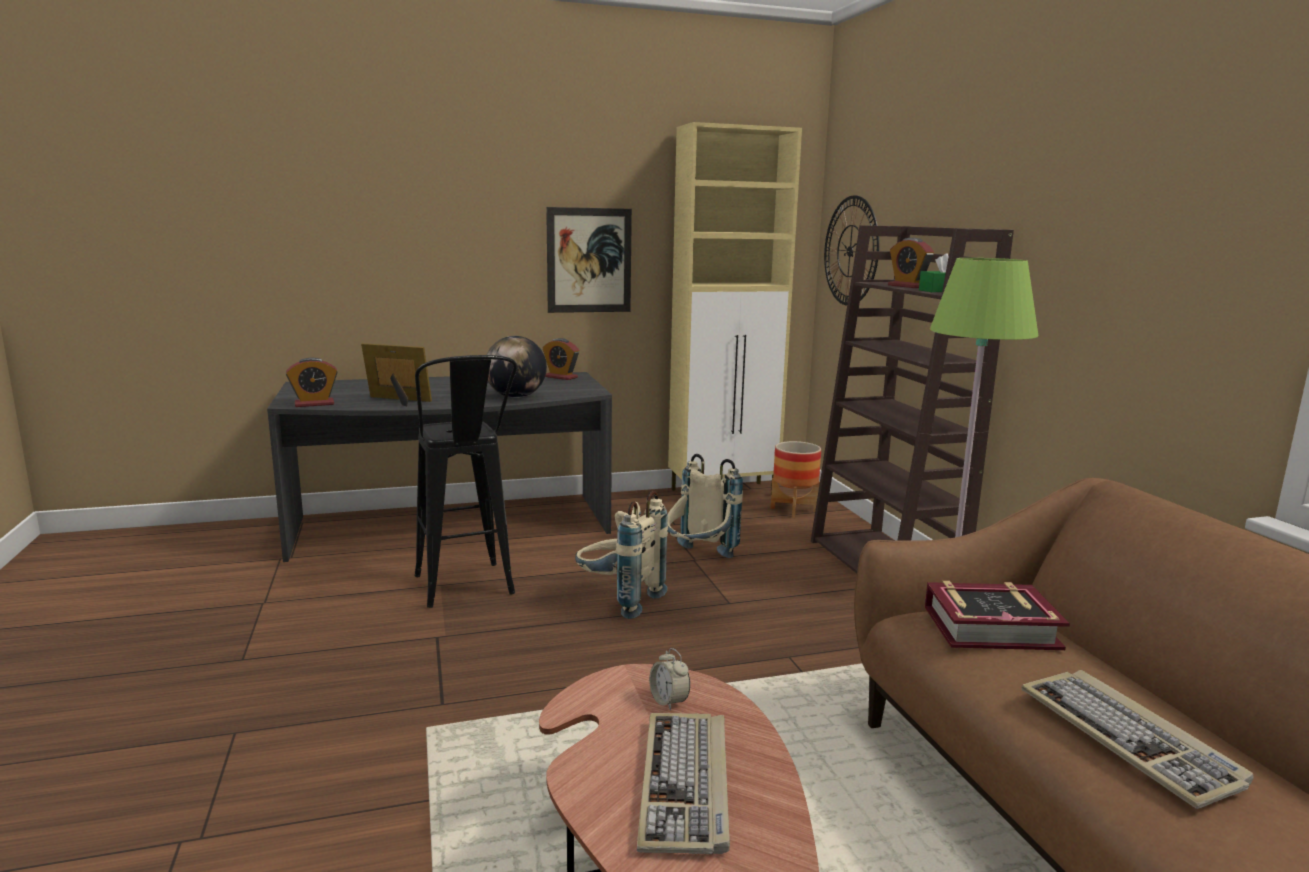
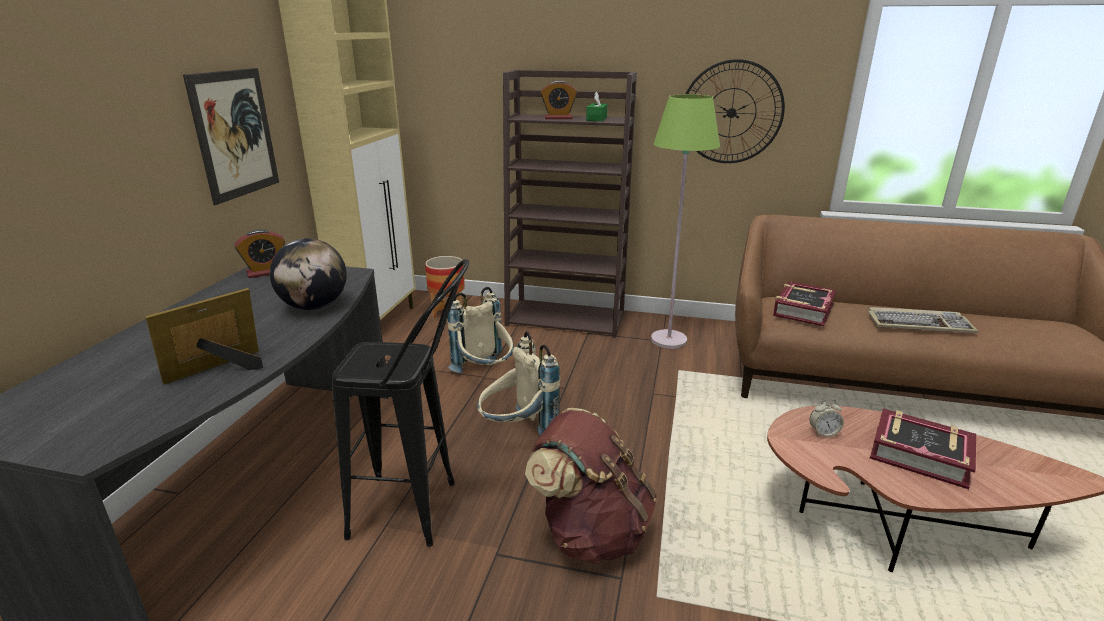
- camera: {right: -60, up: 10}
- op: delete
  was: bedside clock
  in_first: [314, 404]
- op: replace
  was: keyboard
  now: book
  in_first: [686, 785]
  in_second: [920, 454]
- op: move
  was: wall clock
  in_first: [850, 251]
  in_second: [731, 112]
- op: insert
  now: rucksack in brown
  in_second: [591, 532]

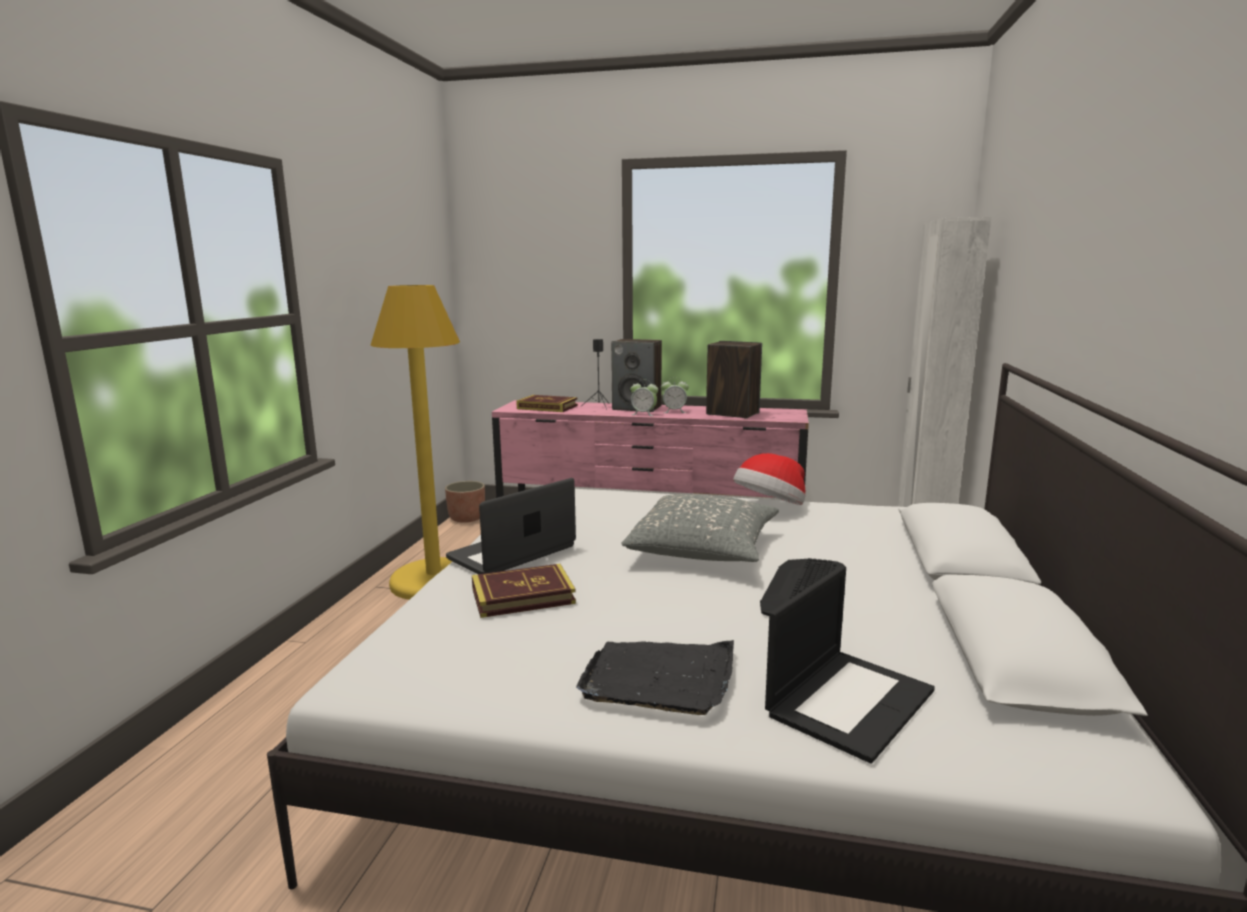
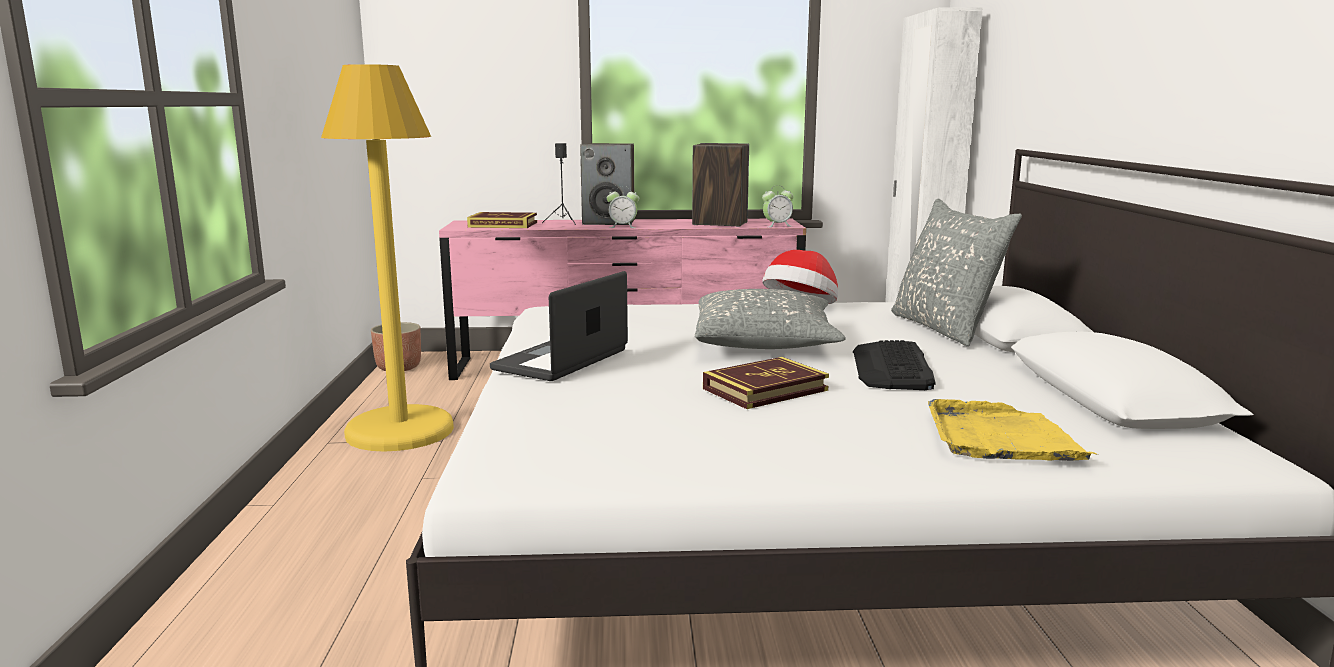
- camera: {right: -15, up: 0}
- op: move
  was: book
  in_first: [523, 596]
  in_second: [765, 389]
- op: delete
  was: tray in blackish
  in_first: [660, 679]
- op: move
  was: bedside clock
  in_first: [674, 411]
  in_second: [777, 225]
- op: replace
  was: laptop
  now: tray in yellow
  in_first: [849, 701]
  in_second: [1000, 438]
- op: insert
  now: cushion in gray
  in_second: [945, 328]

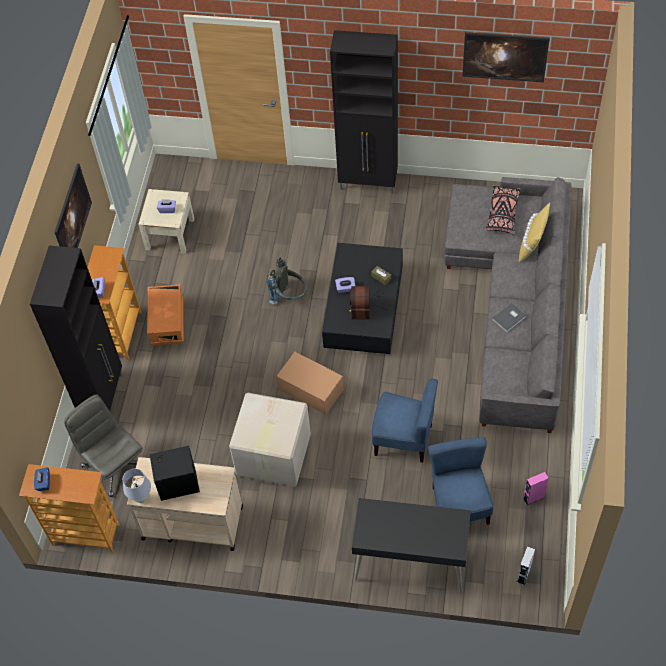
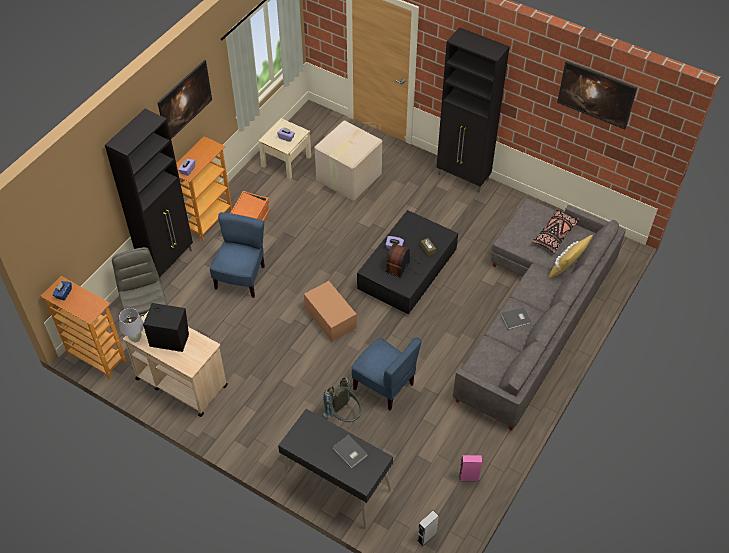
- camera: {right: 20, up: -5}
- op: move
  was: packing box
  in_first: [272, 455]
  in_second: [347, 177]
- op: move
  was: rucksack in gray
  in_first: [289, 296]
  in_second: [344, 415]
- op: move
  was: chair in blue
  in_first: [459, 505]
  in_second: [241, 278]
- op: insert
  now: book in gray
  in_second: [349, 452]

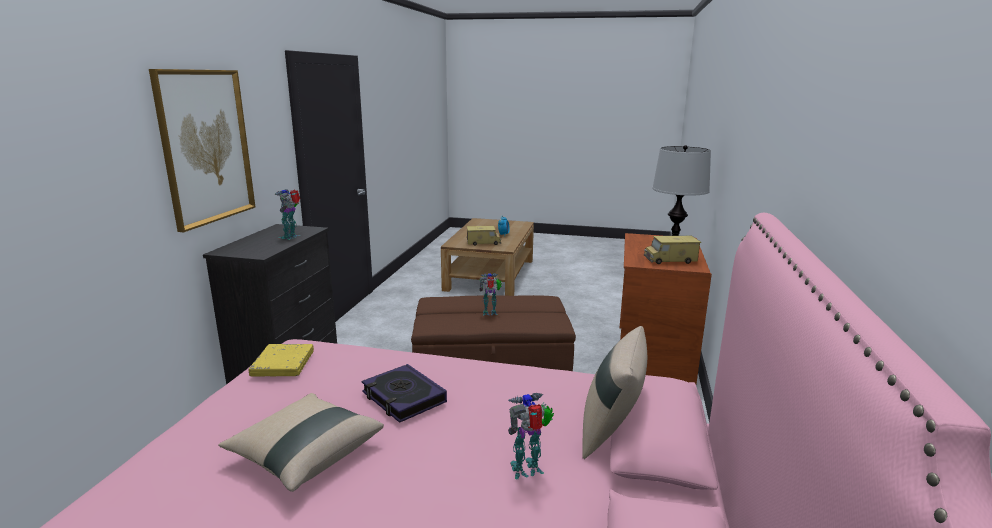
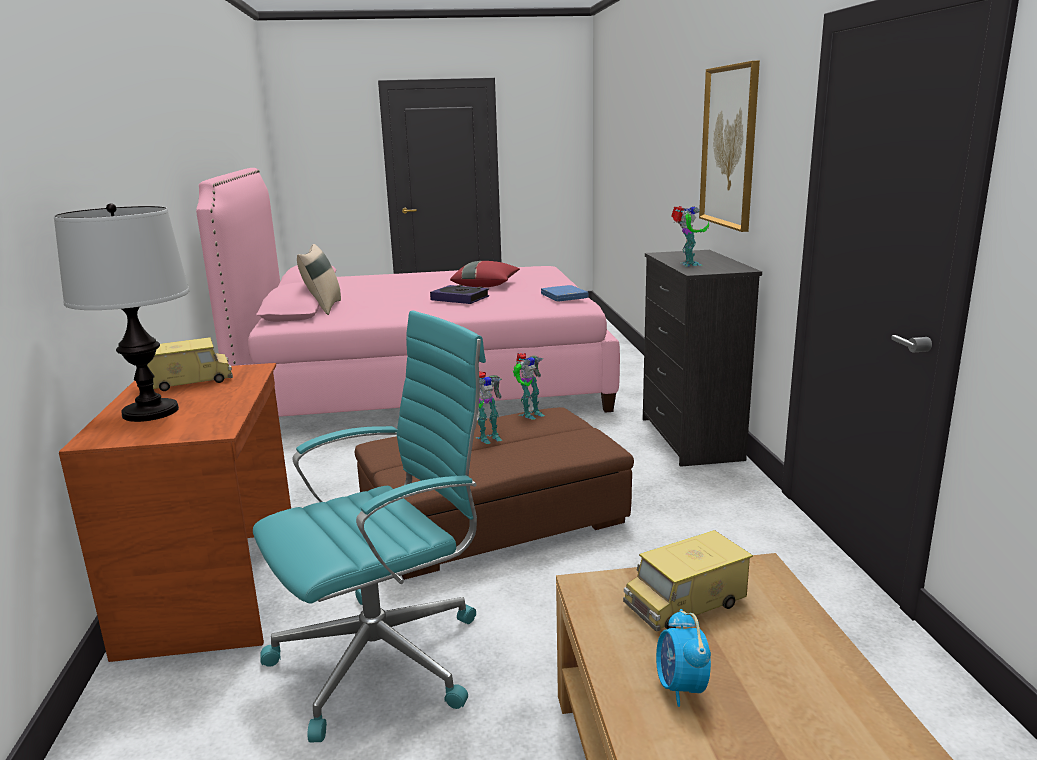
- camera: {right: 160, up: 0}
- op: recolor
  was: cushion in sand-coloured
  now: cushion in red-coloured
  in_first: [305, 455]
  in_second: [486, 286]
- op: recolor
  was: book in yellow
  now: book in blue
  in_first: [283, 364]
  in_second: [564, 297]
- op: move
  was: robot figure
  in_first: [528, 470]
  in_second: [529, 414]
- op: insert
  now: desk chair in turquoise
  in_second: [386, 658]

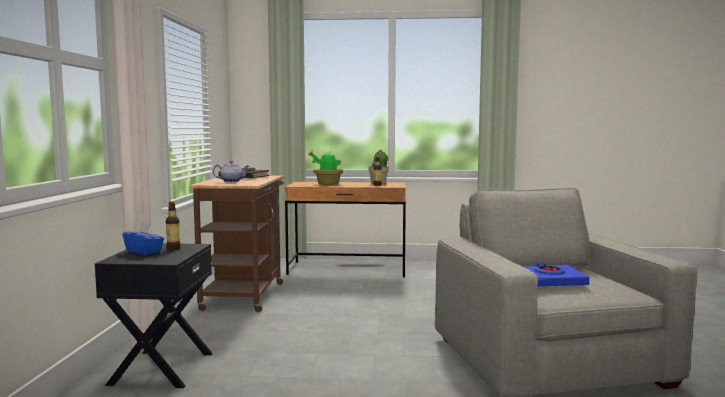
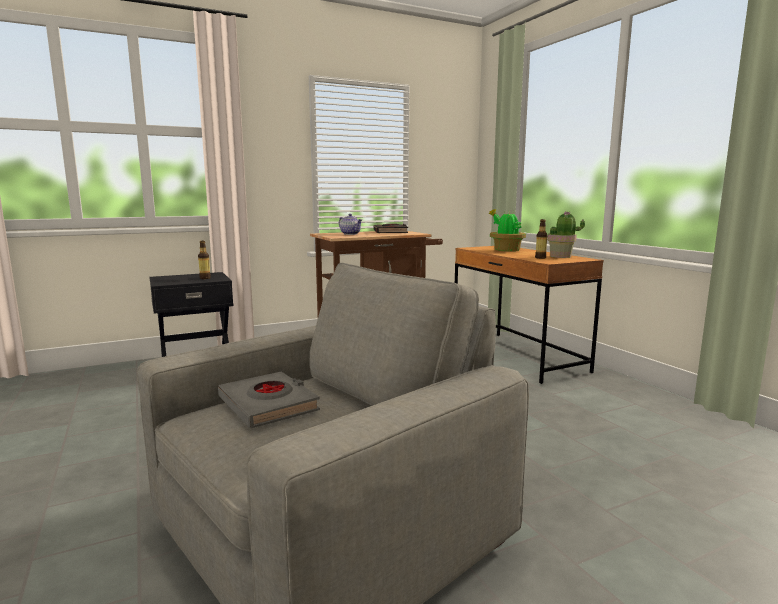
- camera: {right: 60, up: 5}
- op: delete
  was: box of tissues in blue
  in_first: [144, 252]
- op: recolor
  was: book in blue
  now: book in gray
  in_first: [549, 281]
  in_second: [268, 405]

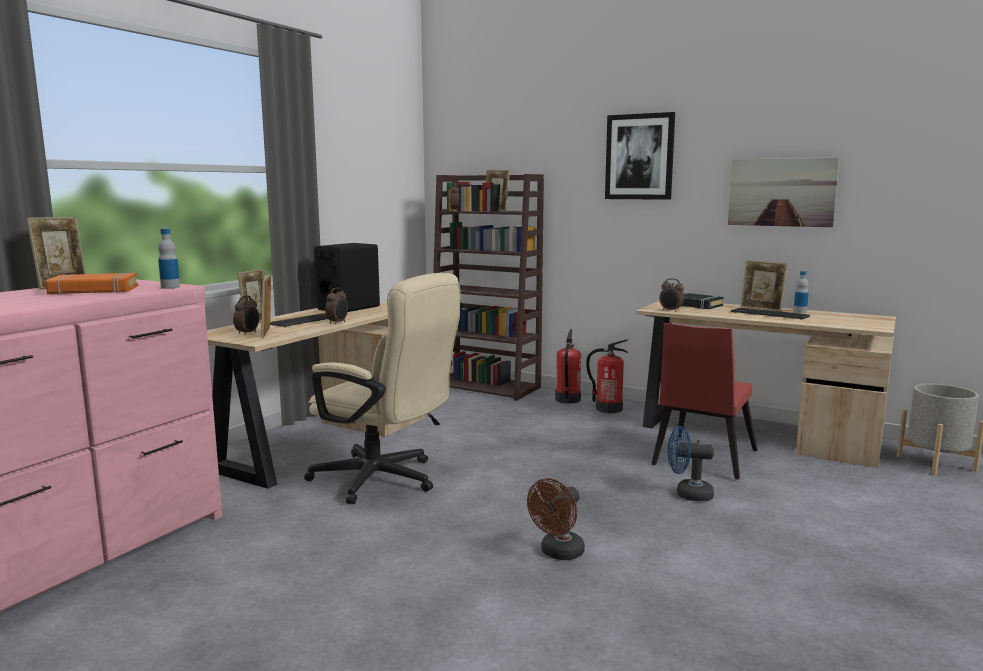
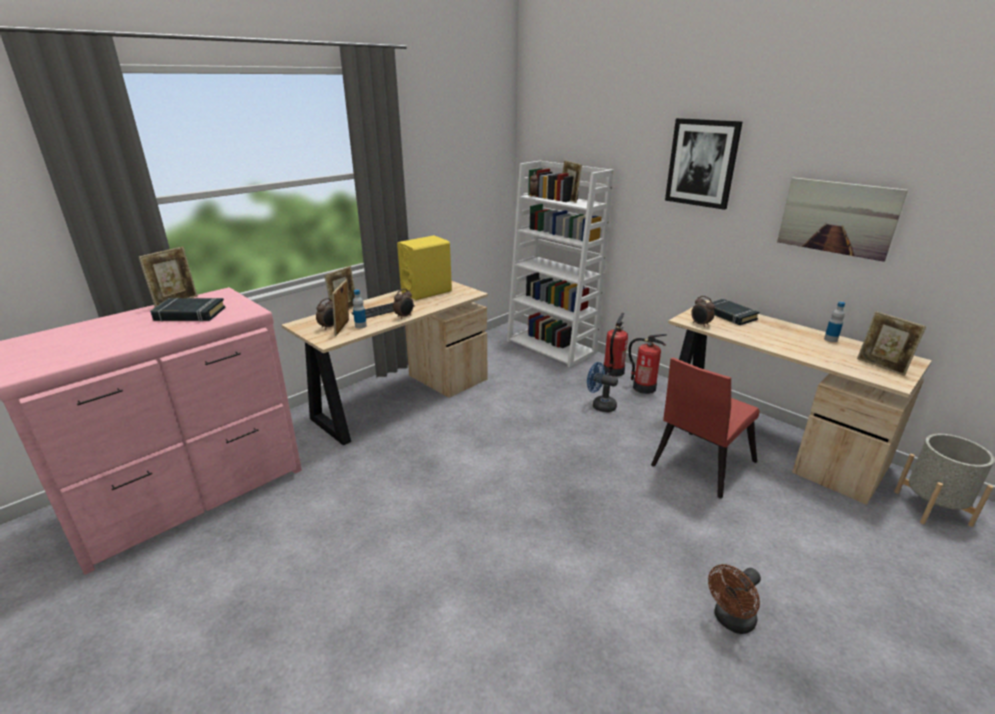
- camera: {right: 15, up: 15}
- op: recolor
  was: book in orange
  now: book in blackish
  in_first: [94, 290]
  in_second: [190, 314]
- op: move
  was: drink bottle
  in_first: [170, 287]
  in_second: [360, 326]
- op: delete
  was: desk chair in sand-coloured
  in_first: [385, 481]
- op: recolor
  was: audio speaker in blackish
  now: audio speaker in yellow
  in_first: [349, 308]
  in_second: [426, 292]
- op: recolor
  was: bookcase in brown
  now: bookcase in white-coloured
  in_first: [486, 387]
  in_second: [552, 347]
- op: move
  was: cooling fan in brown
  in_first: [558, 553]
  in_second: [730, 621]
- op: move
  was: cooling fan in blue
  in_first: [688, 494]
  in_second: [600, 405]
- op: delete
  was: keyboard
  in_first: [770, 314]
- op: move
  was: picture frame
  in_first: [761, 309]
  in_second: [881, 366]

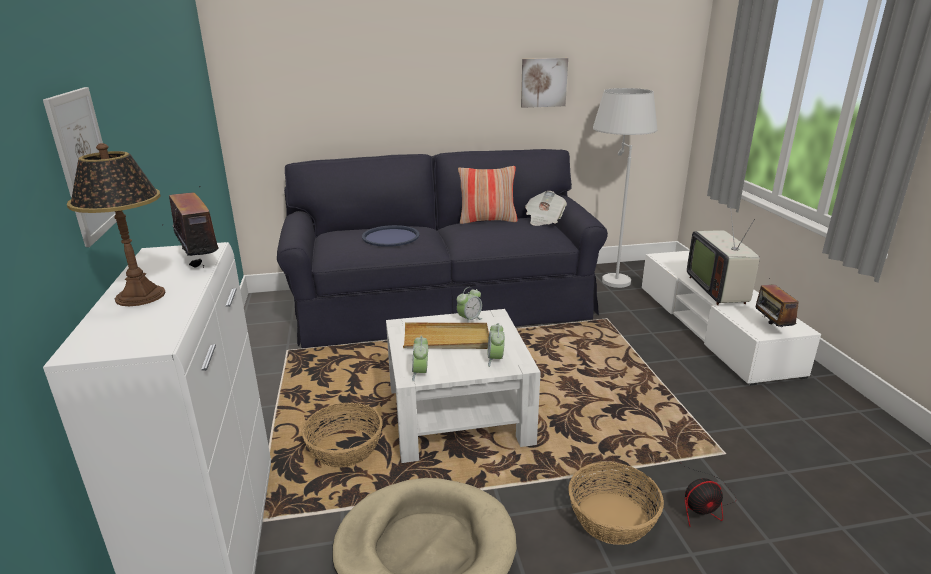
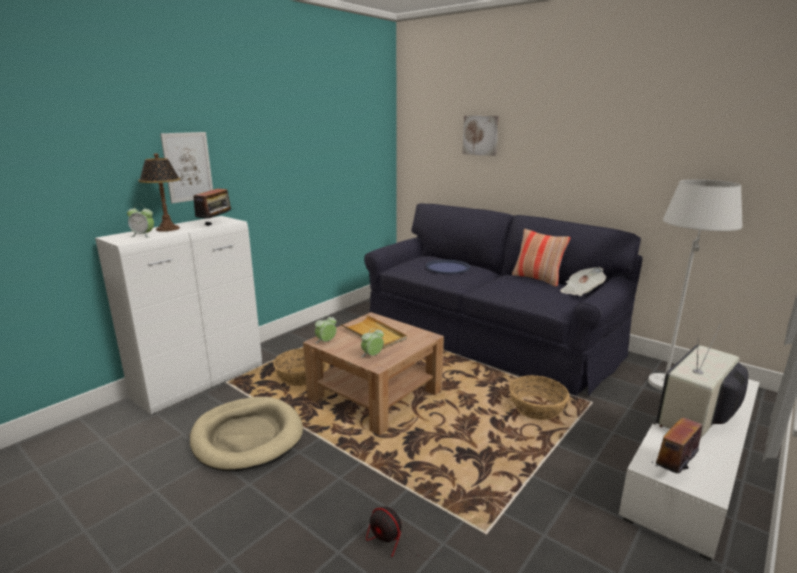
- camera: {right: 50, up: -5}
- op: recolor
  was: low table in white-coloured
  now: low table in brown
  in_first: [458, 414]
  in_second: [375, 394]
- op: move
  was: bedside clock
  in_first: [469, 320]
  in_second: [143, 235]
- op: move
  was: picture
  in_first: [543, 82]
  in_second: [481, 135]
- op: move
  was: storage basket
  in_first: [612, 517]
  in_second: [537, 408]

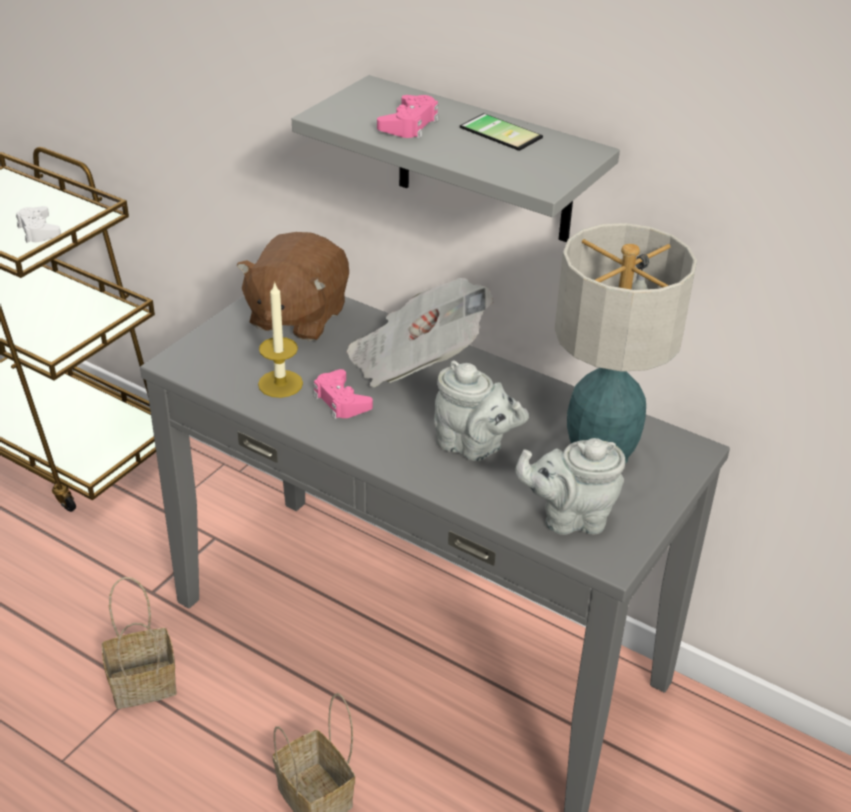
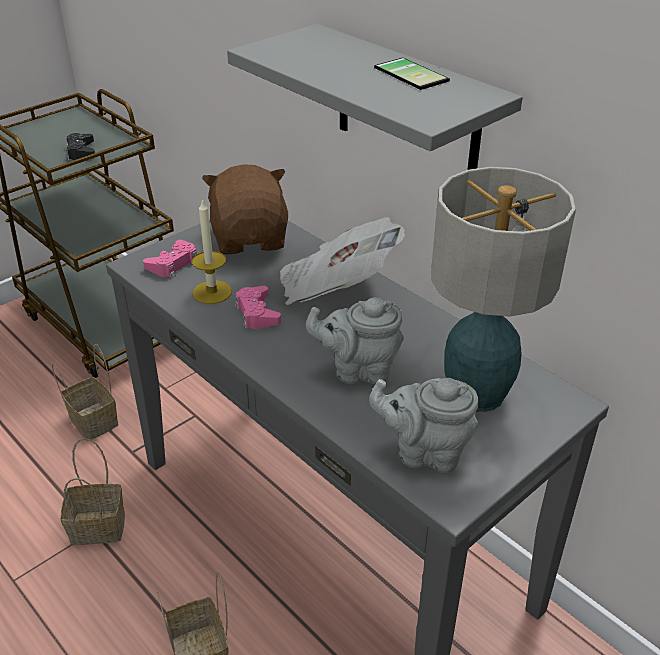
- camera: {right: 15, up: 0}
- op: recolor
  was: game controller in white-coloured
  now: game controller in blackish
  in_first: [38, 230]
  in_second: [81, 152]
- op: rotate
  was: plush toy in brown
  in_first: [297, 317]
  in_second: [251, 238]
  clockwise: 135
- op: move
  was: game controller in pink
  in_first: [409, 124]
  in_second: [173, 264]
- op: rotate
  was: teapot in gray
  in_first: [474, 446]
  in_second: [358, 370]
  clockwise: 135
- op: insert
  now: storage basket
  in_second: [92, 420]

